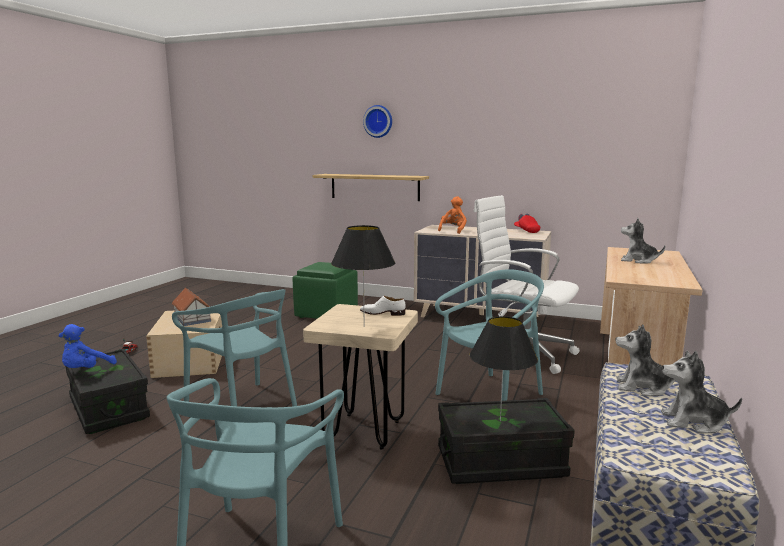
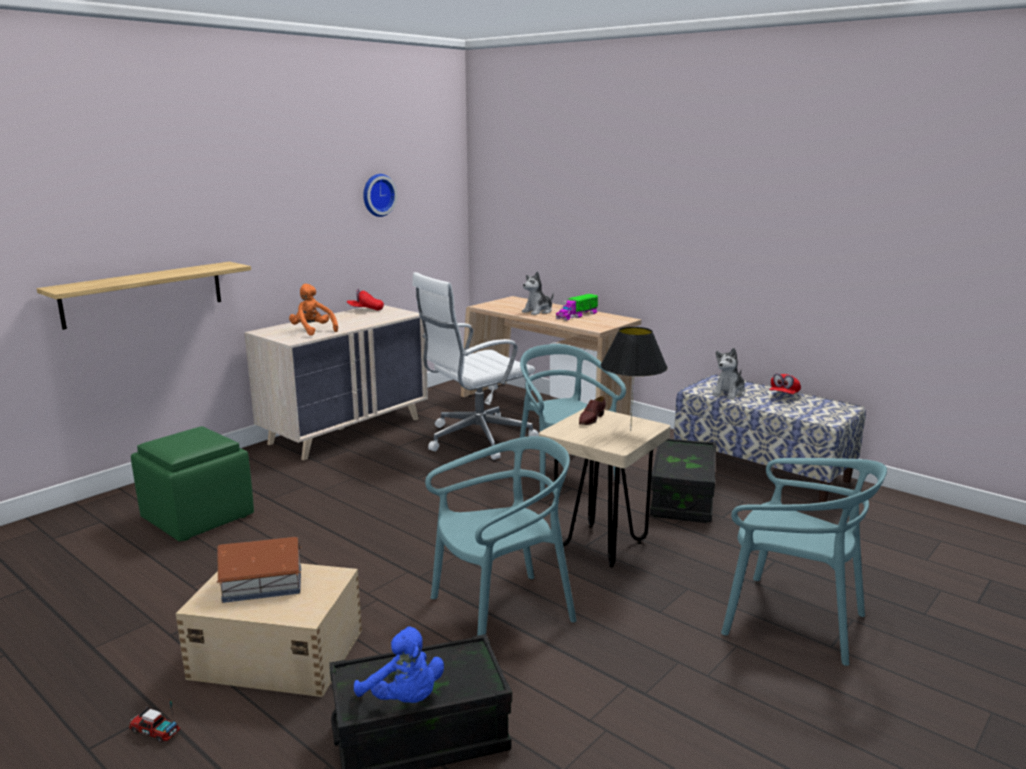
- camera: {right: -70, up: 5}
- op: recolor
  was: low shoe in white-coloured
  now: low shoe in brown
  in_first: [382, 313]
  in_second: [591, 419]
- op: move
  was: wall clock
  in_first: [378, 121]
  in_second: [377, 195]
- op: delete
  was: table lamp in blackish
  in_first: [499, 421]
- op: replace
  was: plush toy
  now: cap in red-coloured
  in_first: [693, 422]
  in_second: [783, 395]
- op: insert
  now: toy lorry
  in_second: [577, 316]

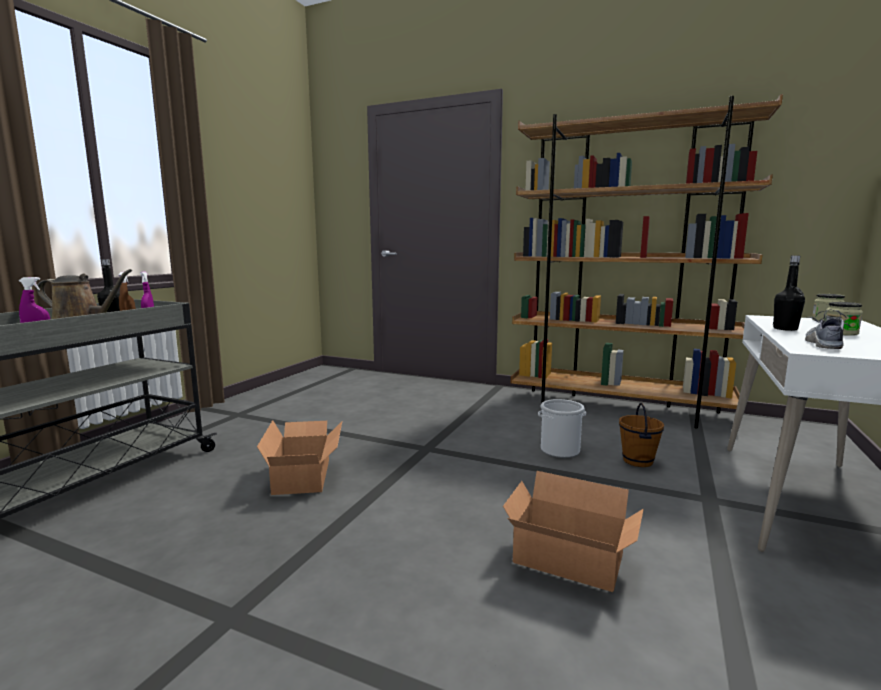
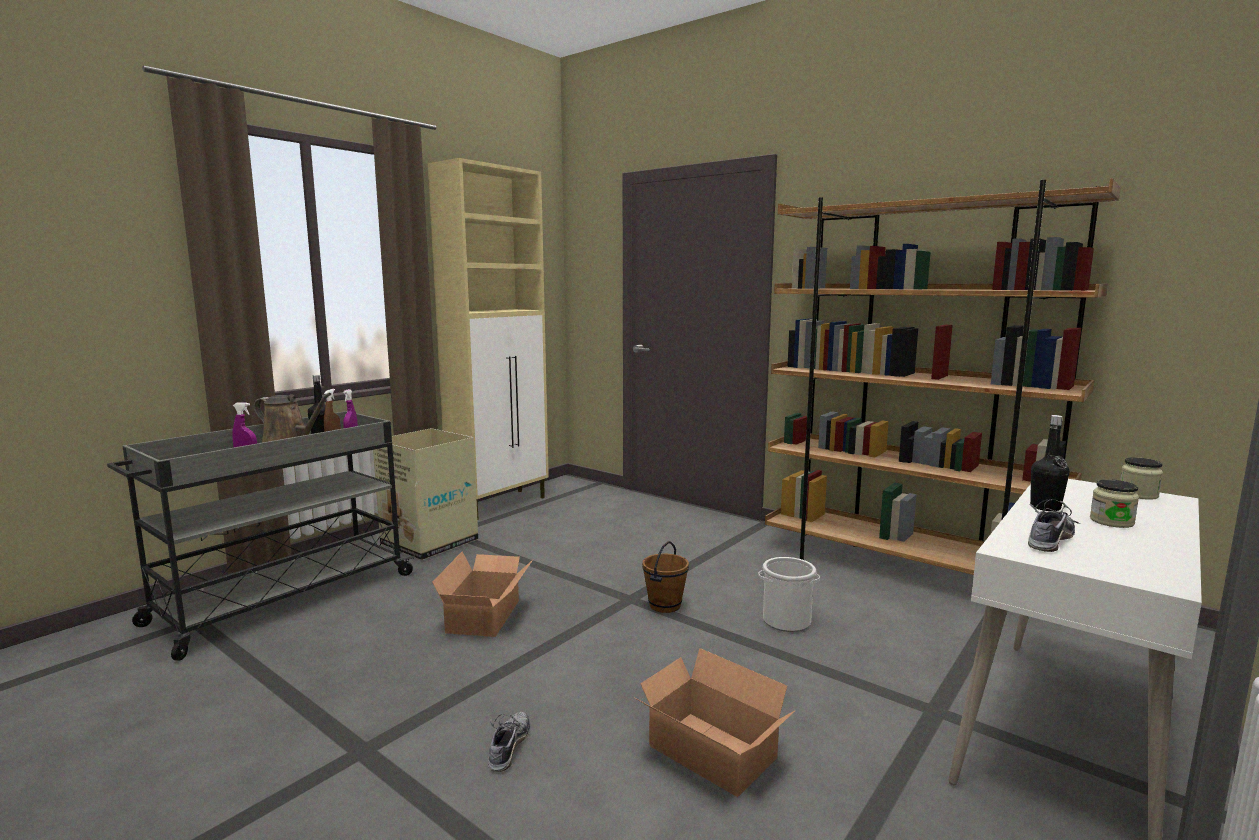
- camera: {right: 15, up: 0}
- op: move
  was: pail in brown
  in_first: [638, 461]
  in_second: [665, 606]
- op: insert
  now: packing box
  in_second: [429, 542]
- op: insert
  now: storage cabinet in sand-coloured
  in_second: [500, 504]
- op: insert
  now: low shoe
  in_second: [508, 747]

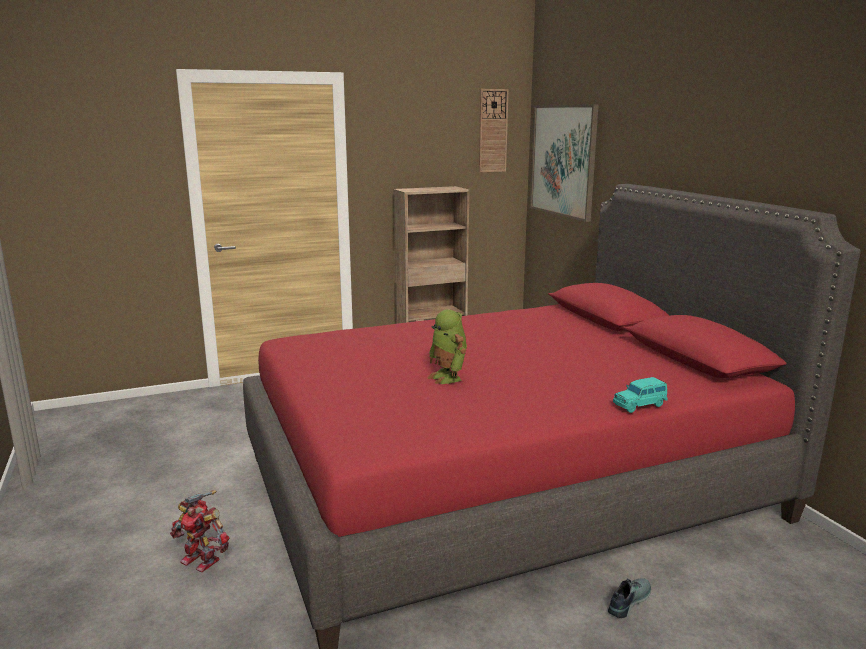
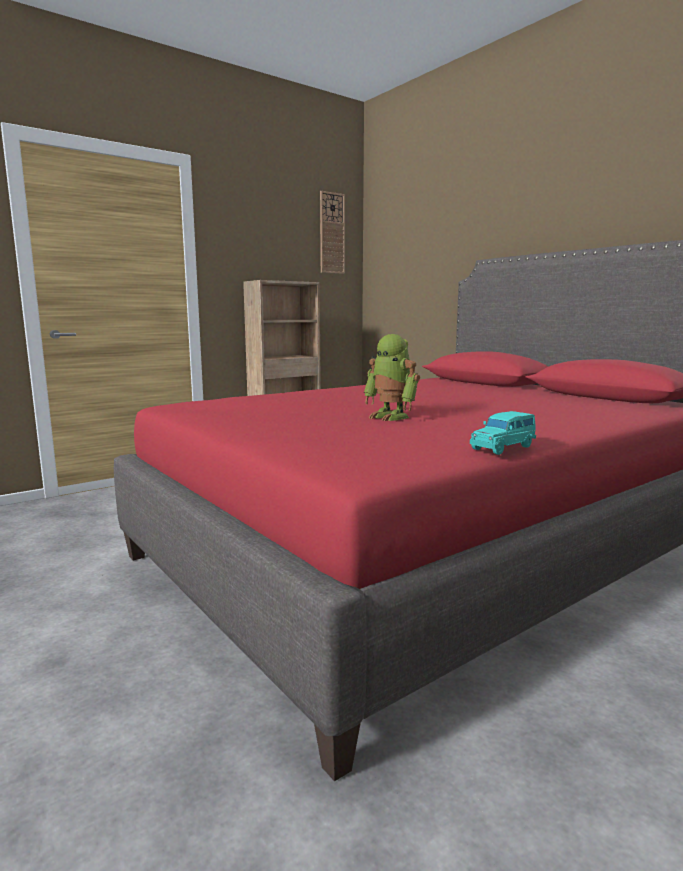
- camera: {right: -15, up: -5}
- op: delete
  was: robot figure
  in_first: [202, 559]
- op: delete
  was: picture
  in_first: [563, 160]
- op: delete
  was: low shoe
  in_first: [627, 601]
- op: move
  was: toy car in turquoise
  in_first: [640, 405]
  in_second: [503, 447]

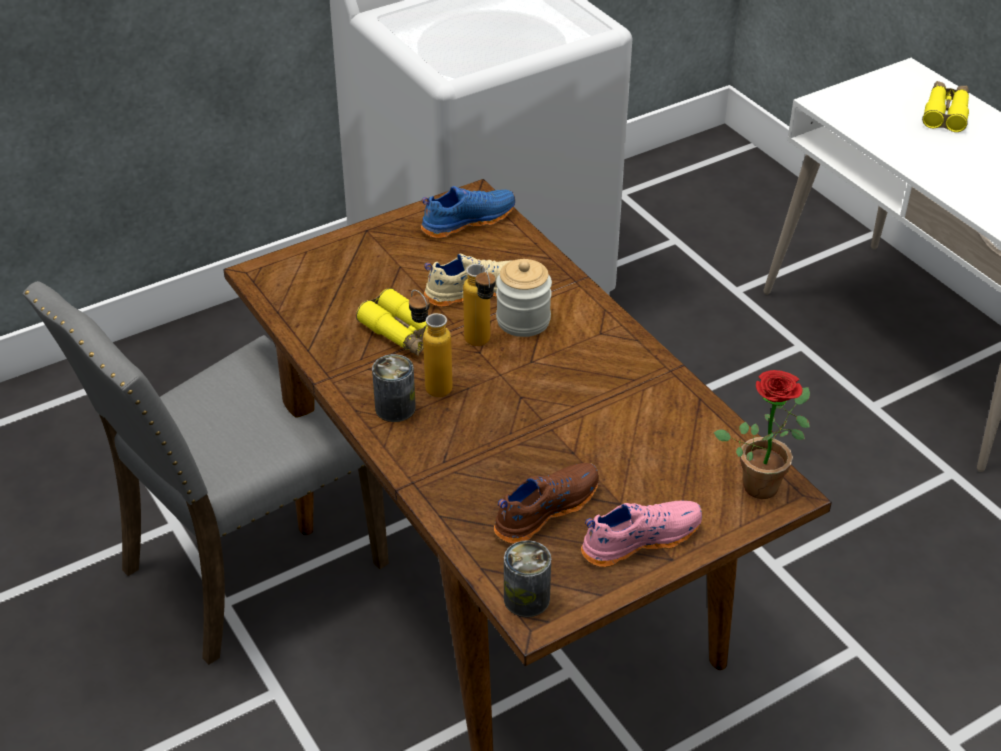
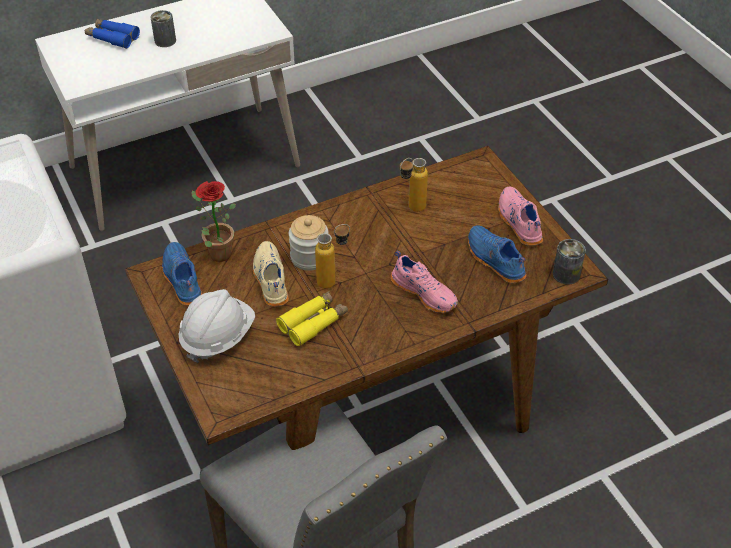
- camera: {right: -85, up: 5}
- op: move
  was: metal can
  in_first: [395, 408]
  in_second: [165, 41]
- op: move
  was: drink bottle
  in_first: [431, 383]
  in_second: [411, 210]
- op: recolor
  was: low shoe in brown
  now: low shoe in blue
  in_first: [544, 510]
  in_second: [494, 261]
- op: move
  was: potted plant
  in_first: [763, 481]
  in_second: [216, 252]
- op: recolor
  was: binoculars in yellow
  now: binoculars in blue
  in_first: [945, 113]
  in_second: [112, 38]
- op: insert
  now: hard hat in white-coloured
  in_second: [217, 336]
- op: insert
  now: low shoe in pink
  in_second: [425, 293]

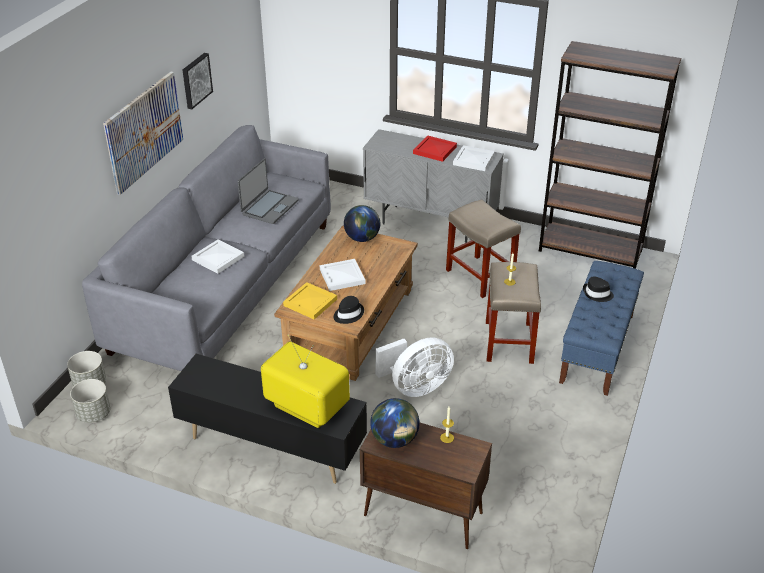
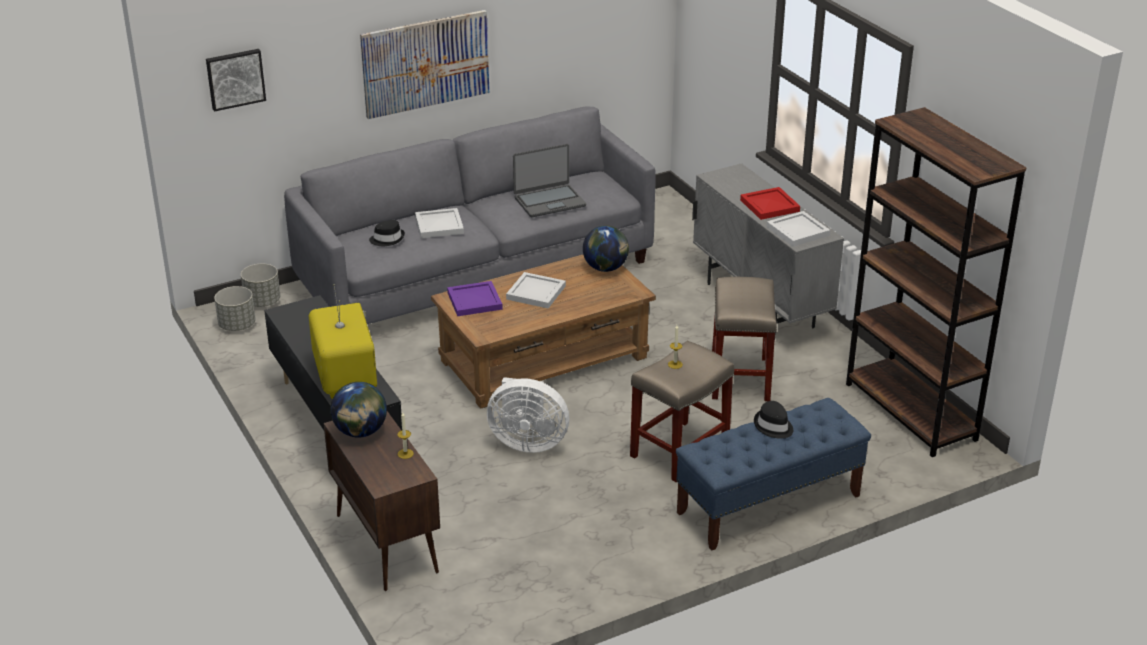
- camera: {right: 40, up: -5}
- op: move
  was: picture
  in_first: [195, 80]
  in_second: [235, 78]
- op: recolor
  was: tray in yellow
  now: tray in purplish
  in_first: [310, 302]
  in_second: [475, 300]
- op: move
  was: hat in blackish
  in_first: [348, 314]
  in_second: [387, 239]

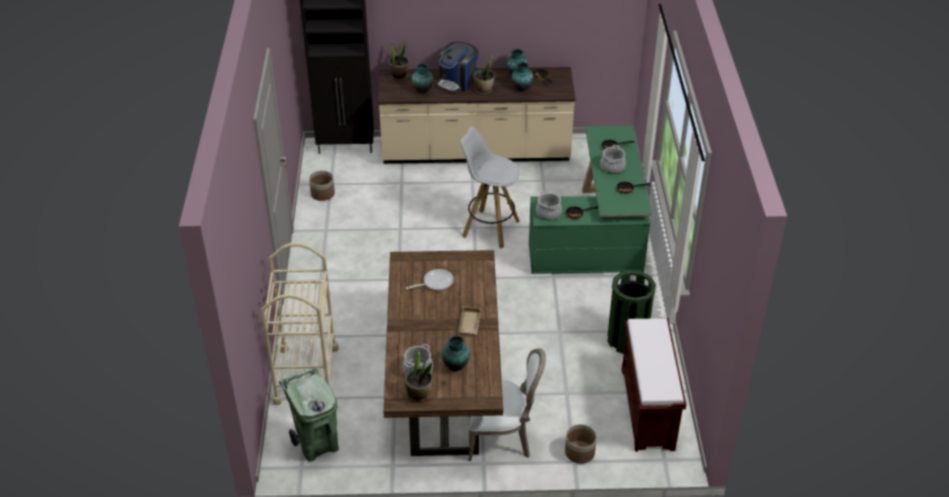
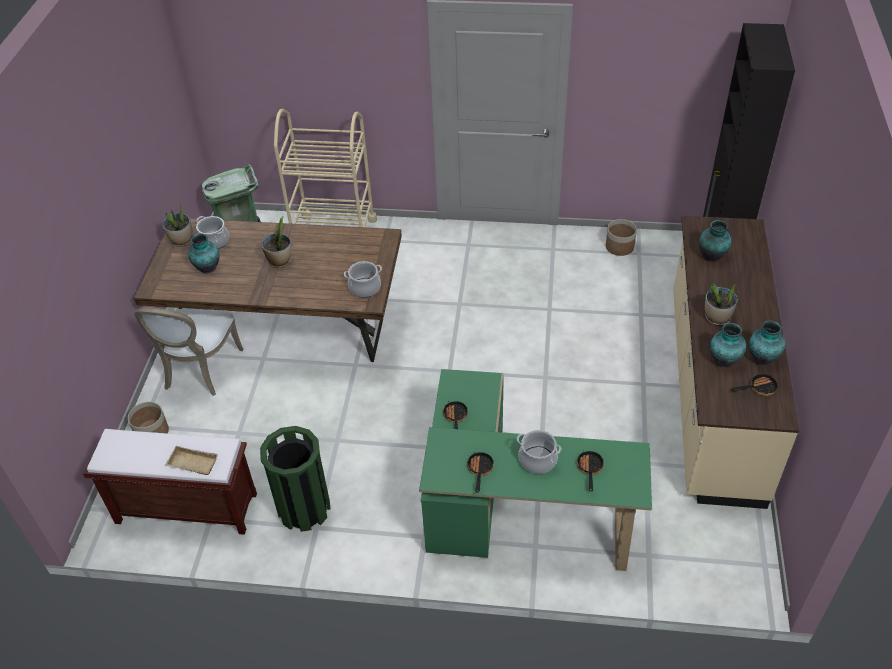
- camera: {right: 100, up: 5}
- op: move
  was: potted plant
  in_first: [399, 76]
  in_second: [280, 261]
- op: delete
  was: frying pan
  in_first: [435, 282]
- op: delete
  was: coffee machine
  in_first: [457, 81]
- op: move
  was: tray in sand-coloured
  in_first: [470, 324]
  in_second: [192, 464]
- op: delete
  was: stool seat in white-coloured
  in_first: [490, 228]
- op: move
  was: stockpot
  in_first: [548, 213]
  in_second: [365, 287]

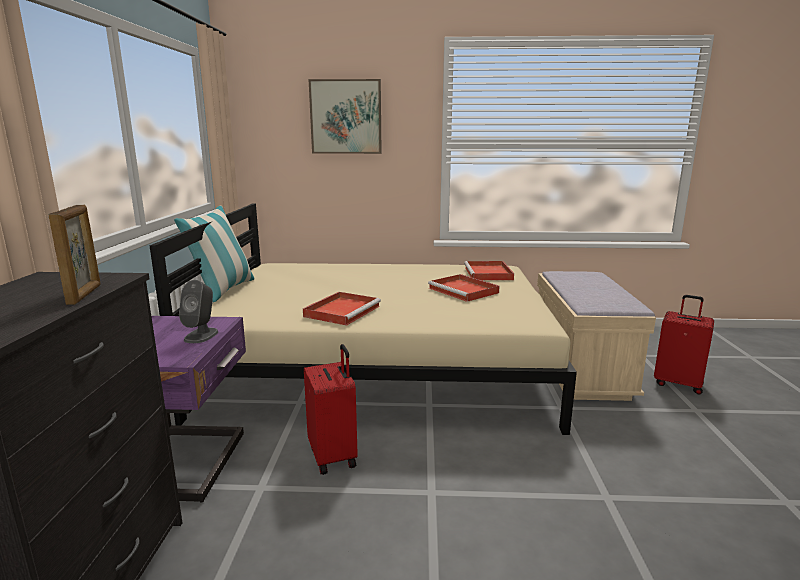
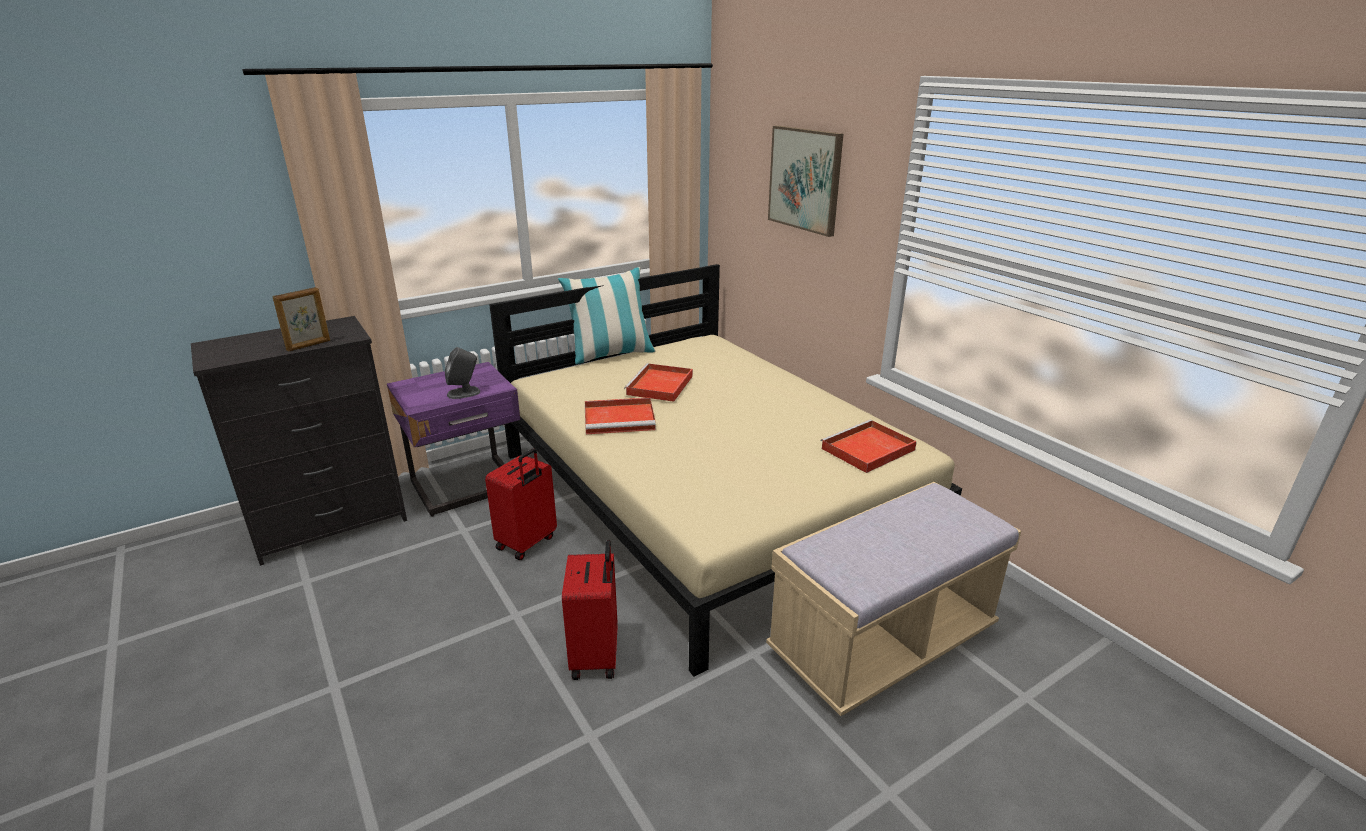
- camera: {right: 55, up: 10}
- op: move
  was: tray in red-coloured
  in_first: [464, 291]
  in_second: [660, 386]
- op: move
  was: piece of luggage in red-coloured
  in_first: [678, 384]
  in_second: [597, 656]

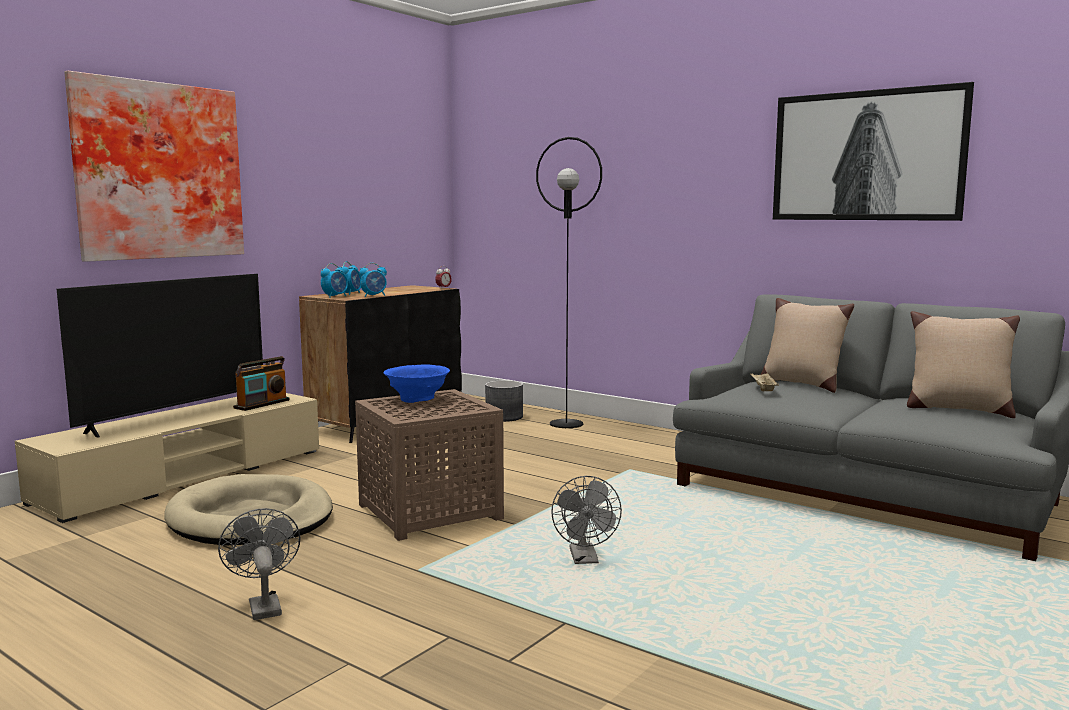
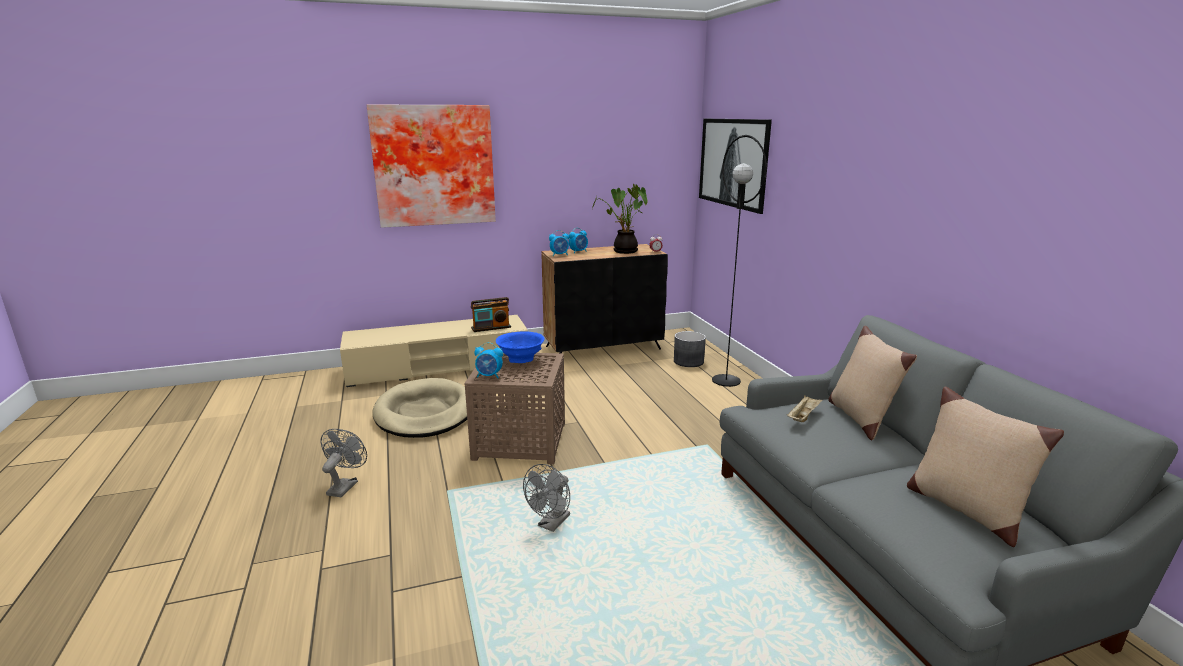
- camera: {right: 35, up: 10}
- op: delete
  was: TV set
  in_first: [176, 416]
- op: move
  was: bedside clock
  in_first: [374, 296]
  in_second: [489, 376]
- op: move
  was: picture
  in_first: [866, 156]
  in_second: [732, 163]
- op: insert
  now: potted plant
  in_second: [623, 251]

